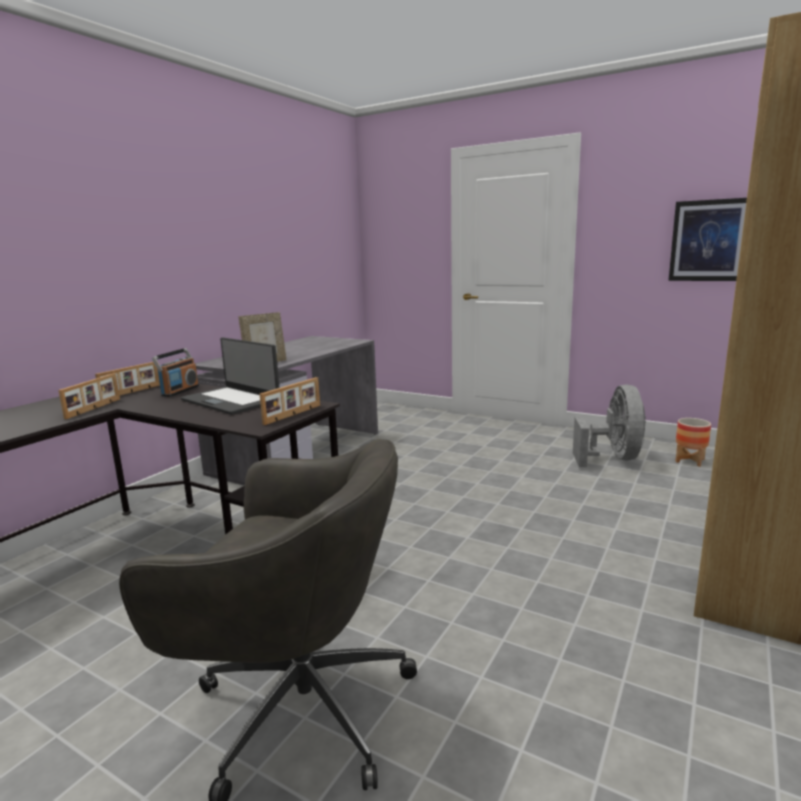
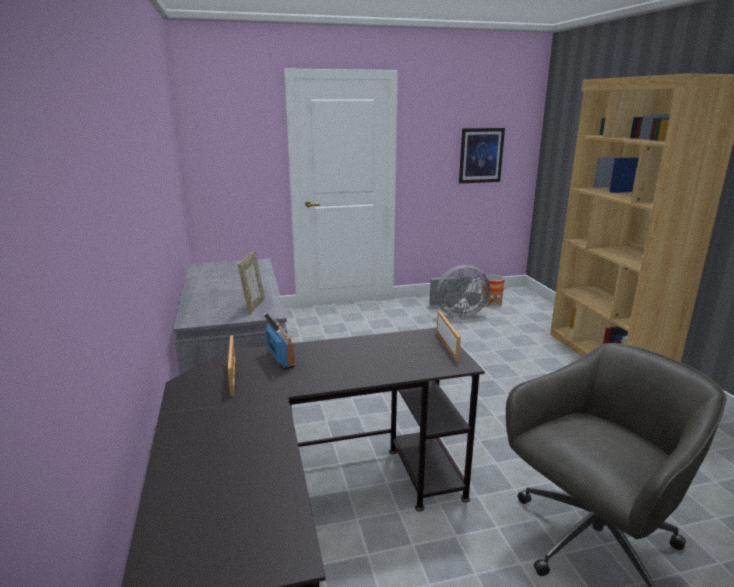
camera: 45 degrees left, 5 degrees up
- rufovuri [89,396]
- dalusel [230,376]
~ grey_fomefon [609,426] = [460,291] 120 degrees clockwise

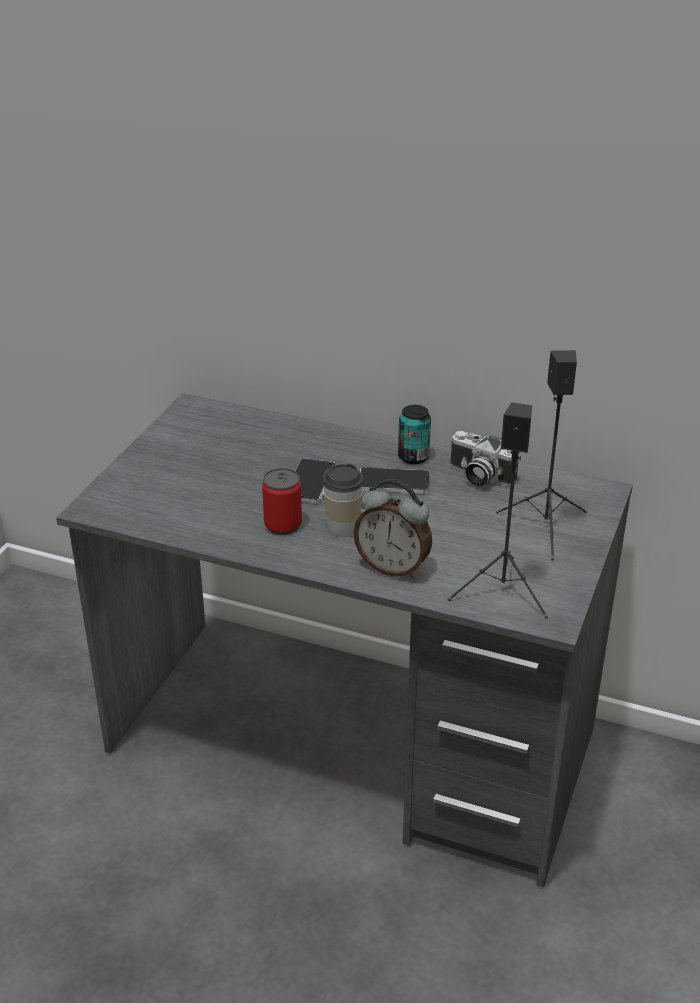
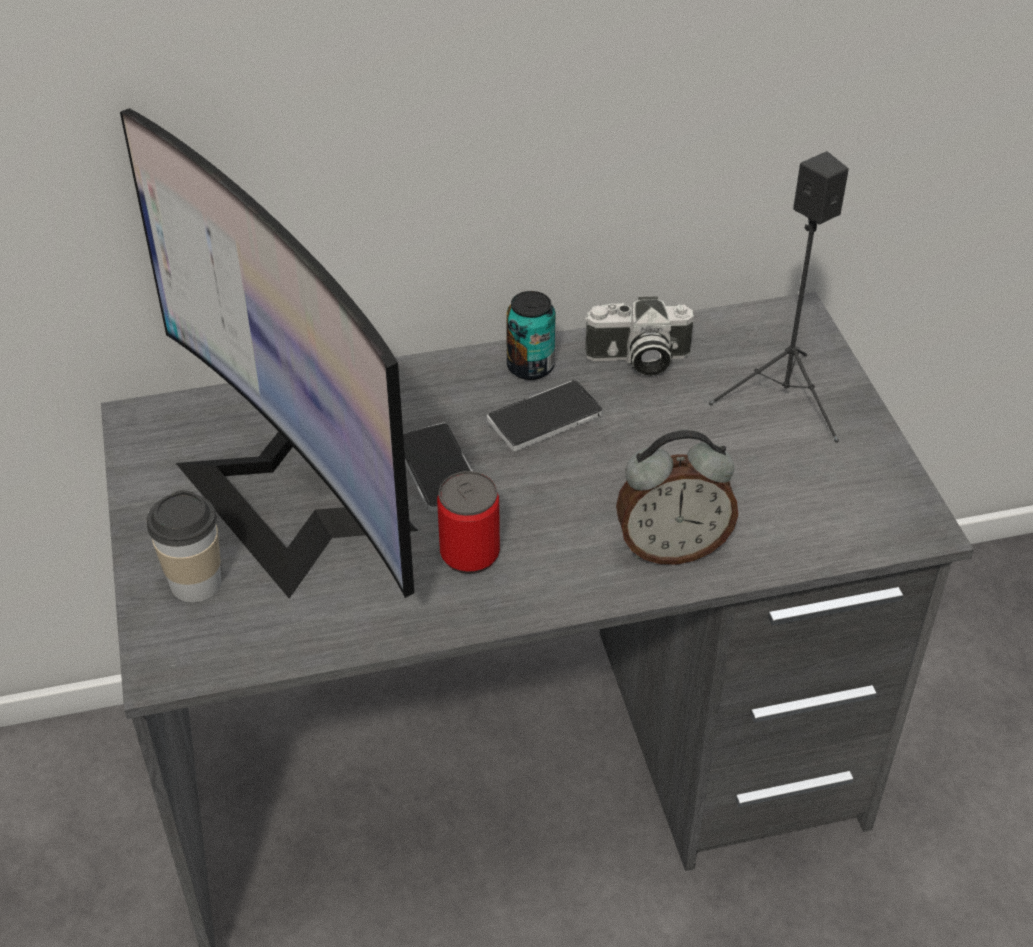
camera: 35 degrees left, 10 degrees up
~ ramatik [343,500] to [184,546]
- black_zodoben [498,510]
+ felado [269,353]

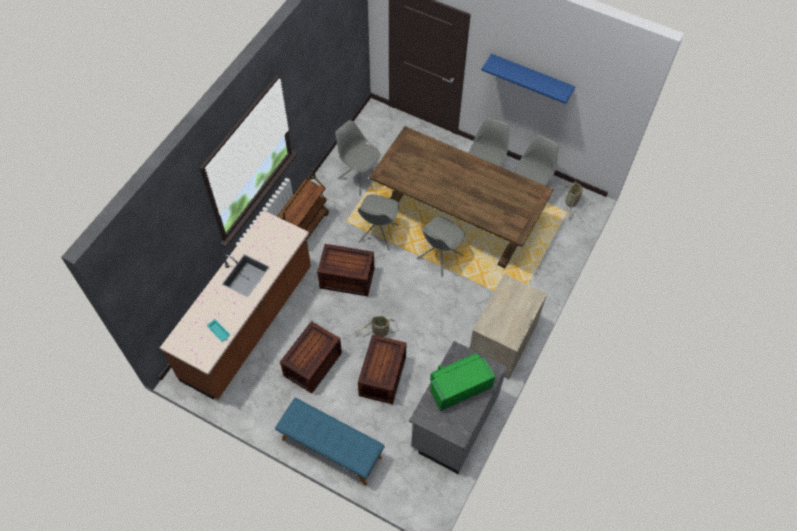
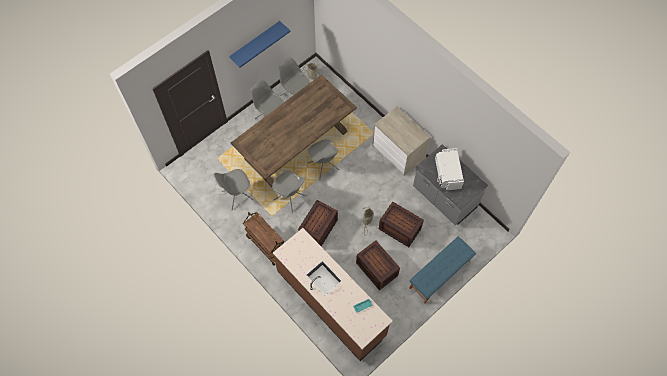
camera: 70 degrees left, 5 degrees up
~ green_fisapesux [462,382] to white_fisapesux [449,169]

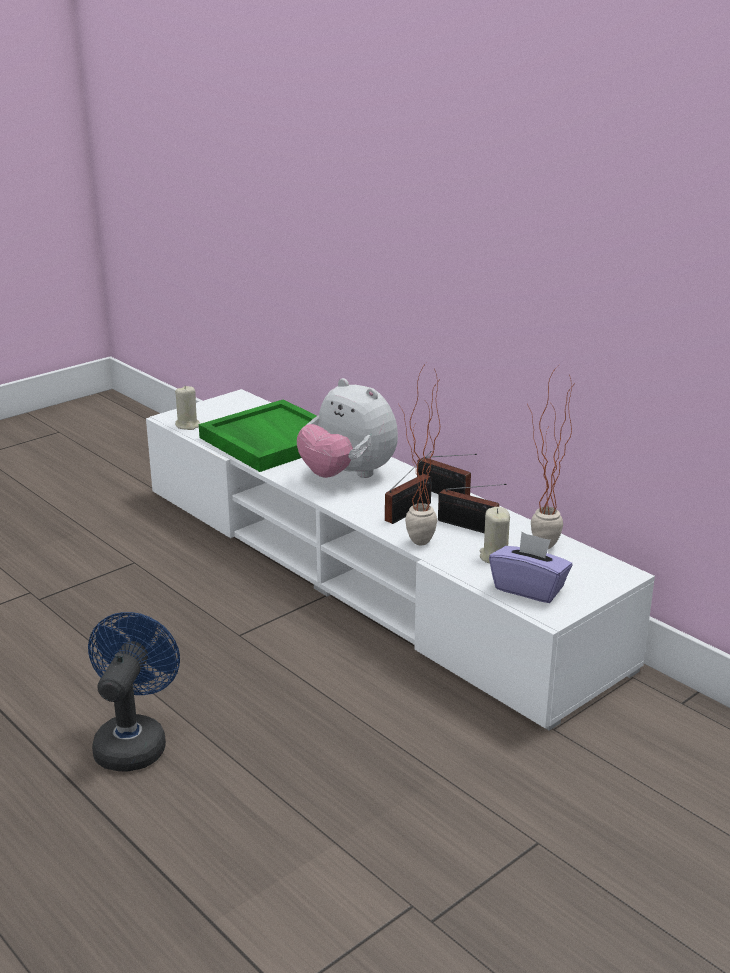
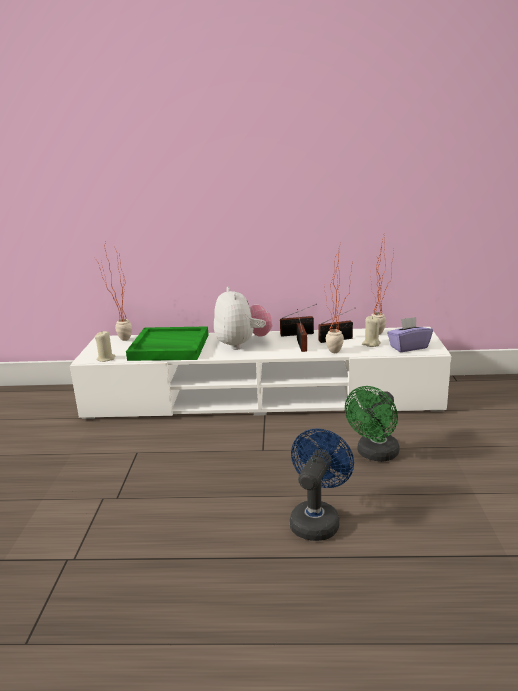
camera: 45 degrees left, 5 degrees down
~ blue_fomefon [134,691] = [322,484] 60 degrees clockwise
~ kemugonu [347,428] = [243,318] 105 degrees counterclockwise
+ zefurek [113,291]
+ green_fomefon [372,424]

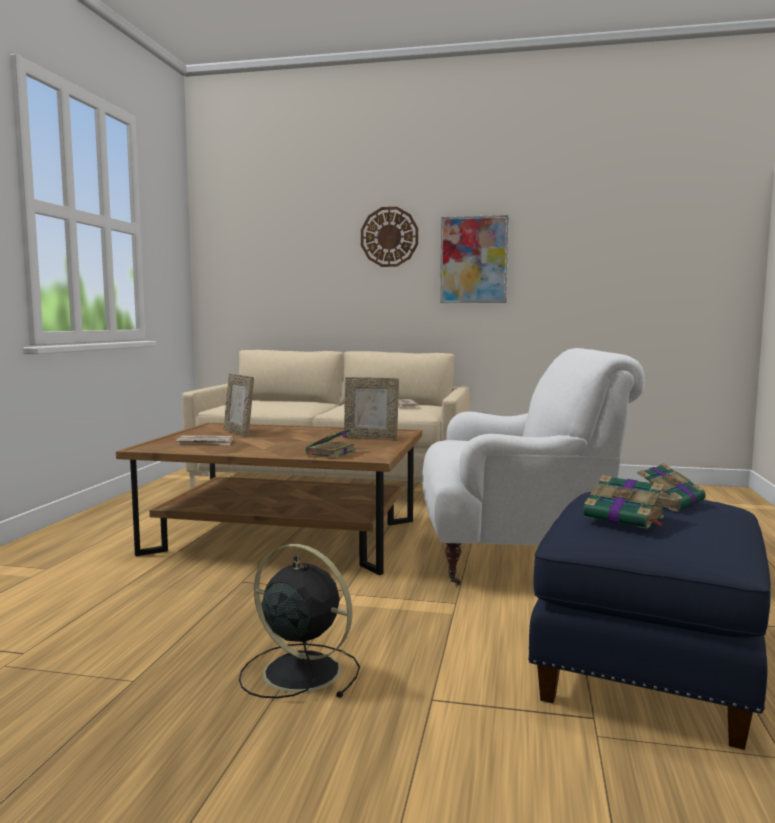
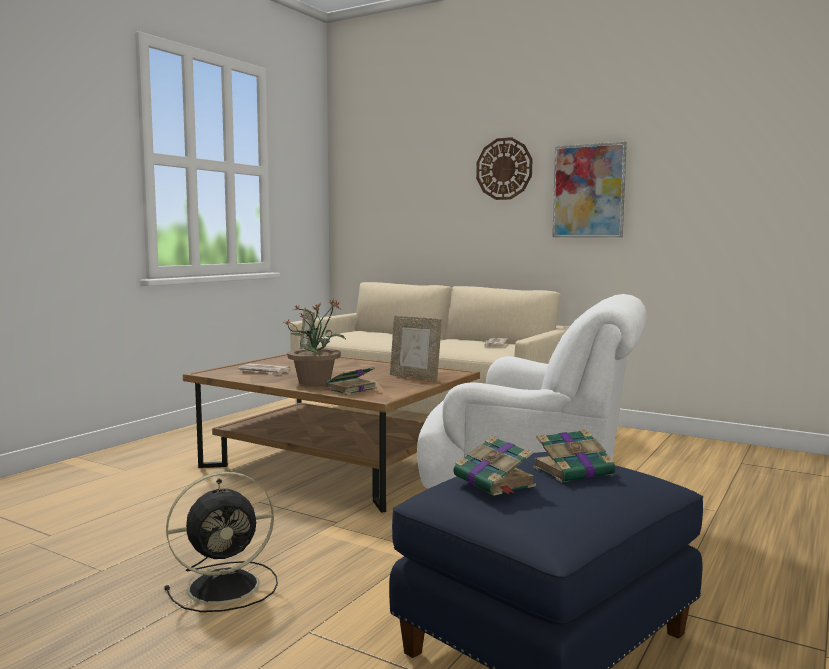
camera: 20 degrees right, 0 degrees up
~ black_fomefon [299,621] = [221,542] 105 degrees clockwise
+ zefurek [315,342]

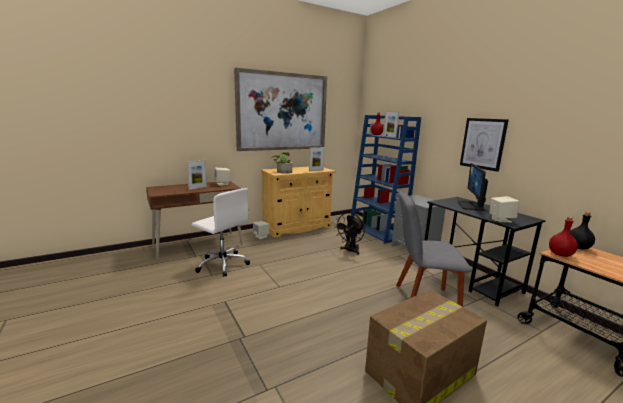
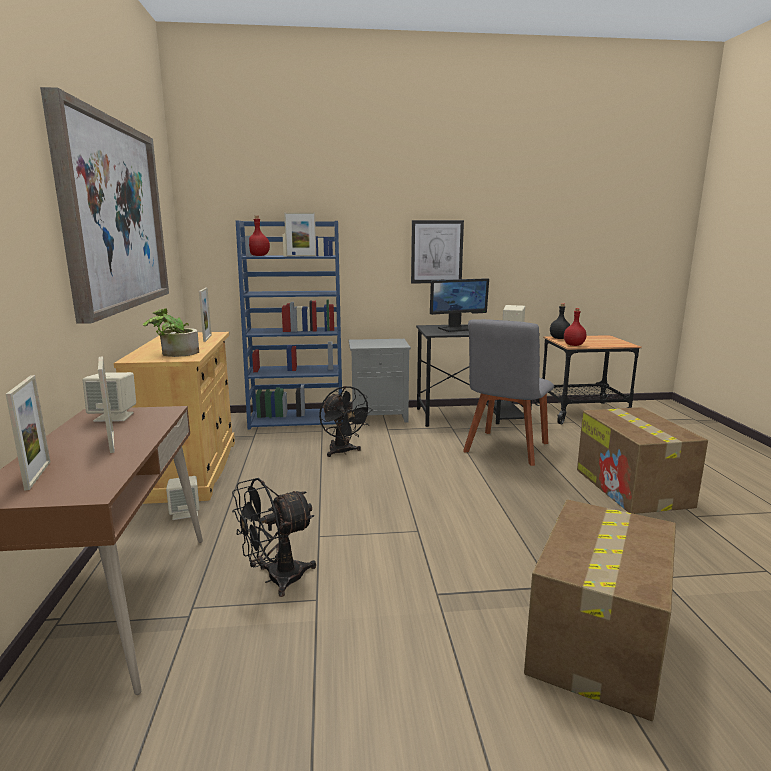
camera: 65 degrees left, 0 degrees up
~ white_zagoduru [220,232] to black_fomefon [274,537]
~ felado [473,187] = [459,305] 60 degrees counterclockwise
+ rufovuri [28,433]
+ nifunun [600,610]

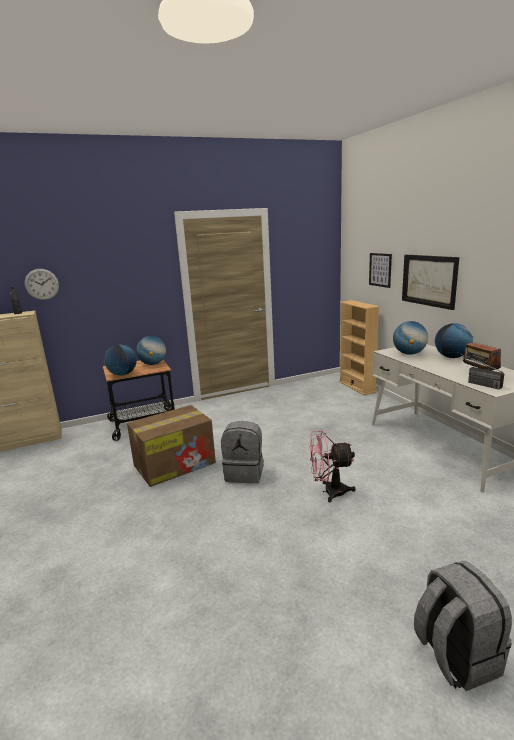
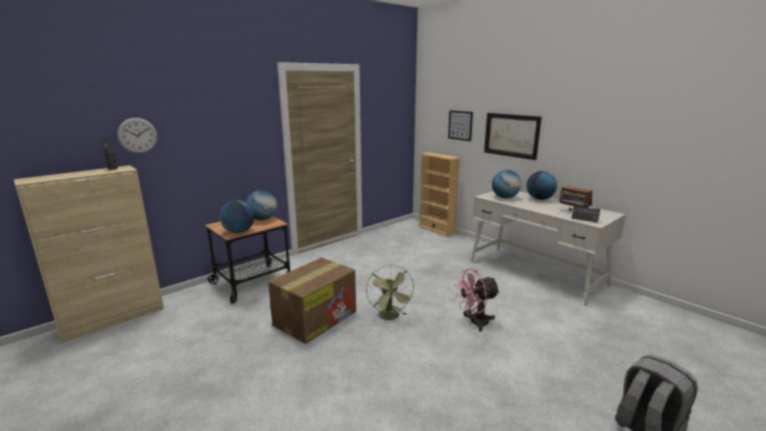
camera: 20 degrees left, 0 degrees up
~ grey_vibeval [242,452] to green_fomefon [390,293]

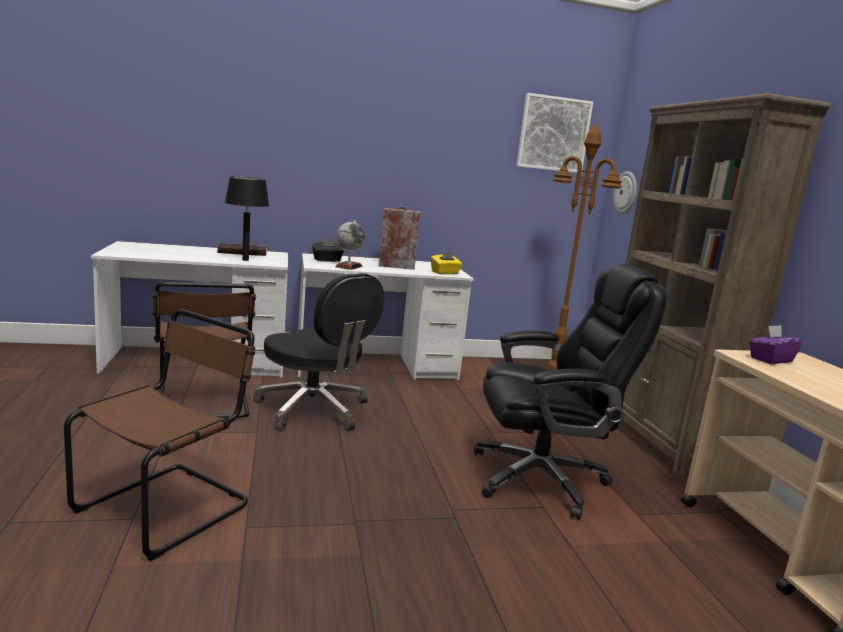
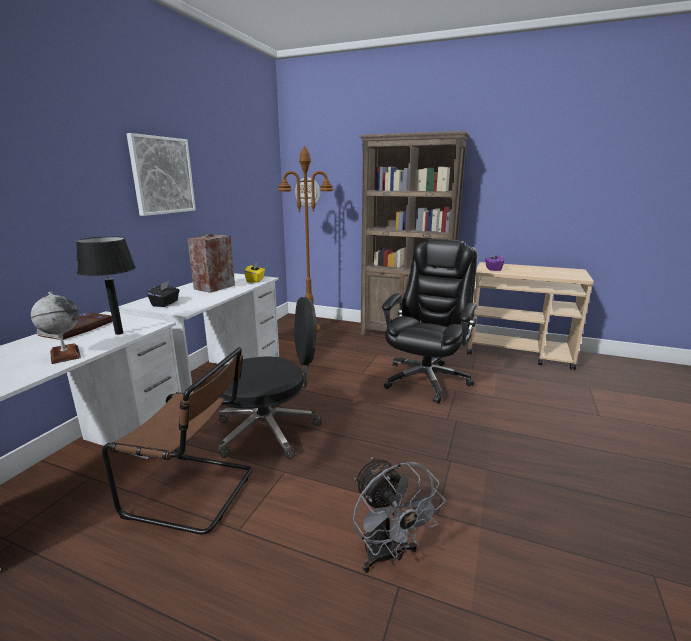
camera: 55 degrees left, 5 degrees up
~ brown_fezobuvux [160,435] to grey_fomefon [399,515]
~ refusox [350,245] to [56,328]
~ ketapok [554,133] to [161,174]

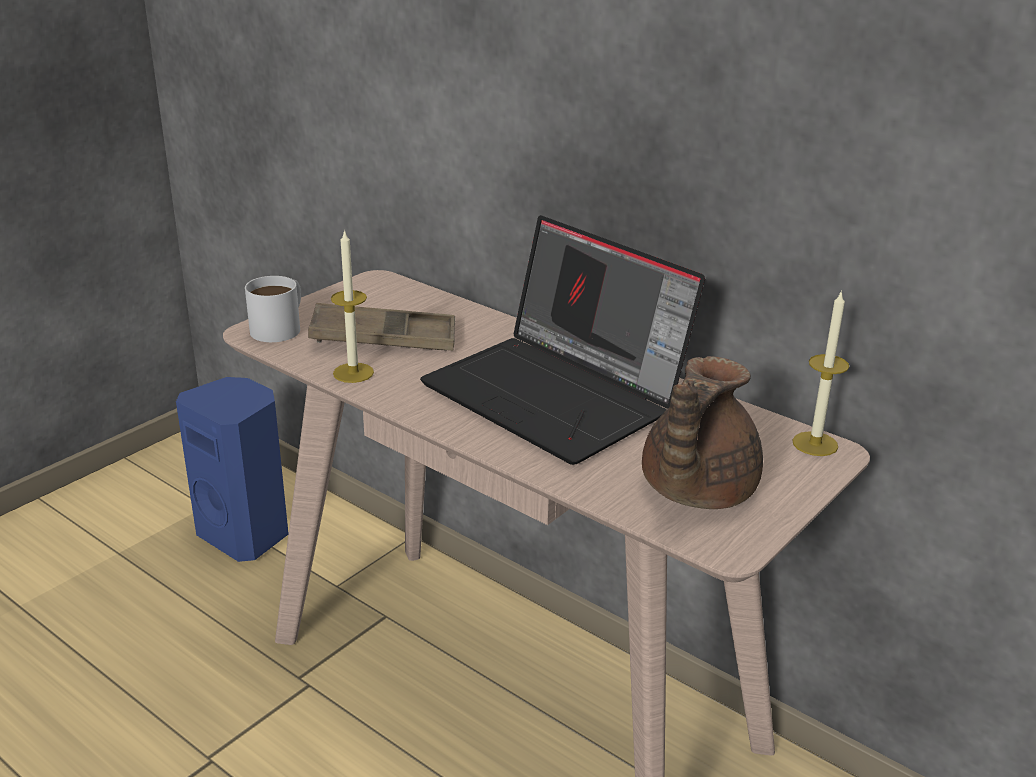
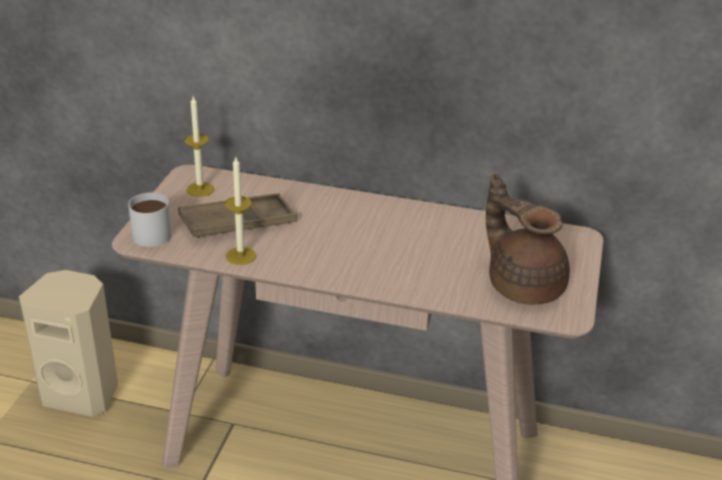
camera: 25 degrees left, 5 degrees up
~ blue_zodoben [232,469] to beige_zodoben [68,343]
- dalusel [562,340]
~ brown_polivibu [702,432] = [528,239] 135 degrees clockwise
~ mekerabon [821,373] to [199,146]

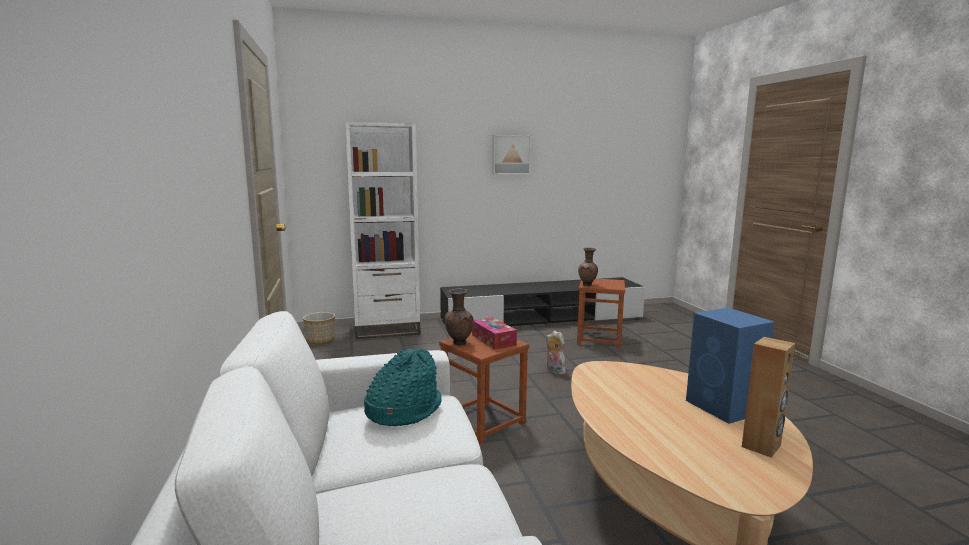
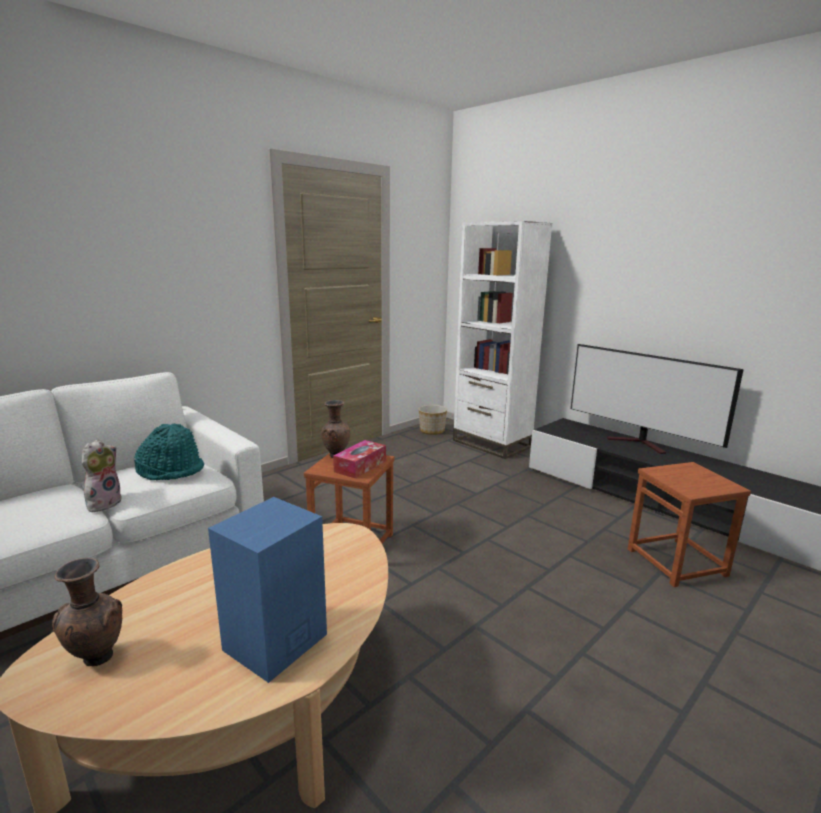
camera: 60 degrees right, 5 degrees up
- ketapok [511,155]
~ kemugonu [556,352] to [102,476]
~ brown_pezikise [588,267] to [87,612]
- brown_zodoben [768,397]
+ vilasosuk [657,399]

